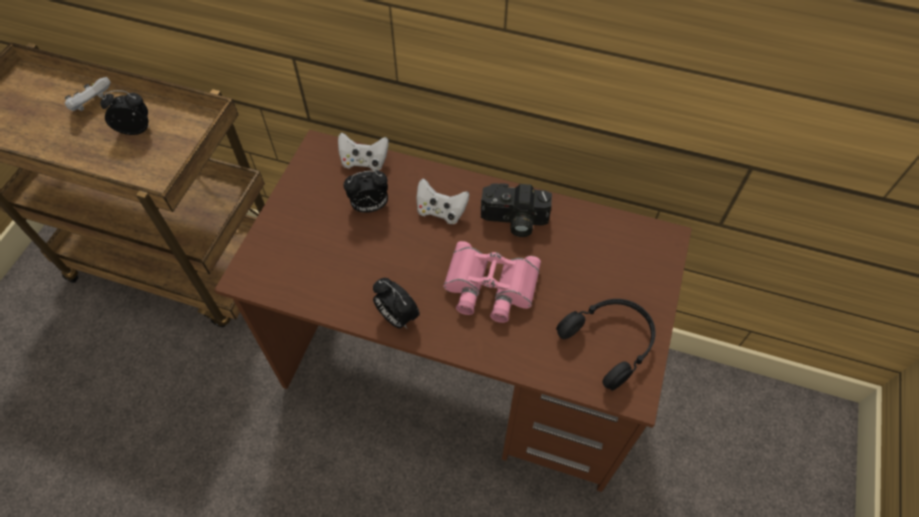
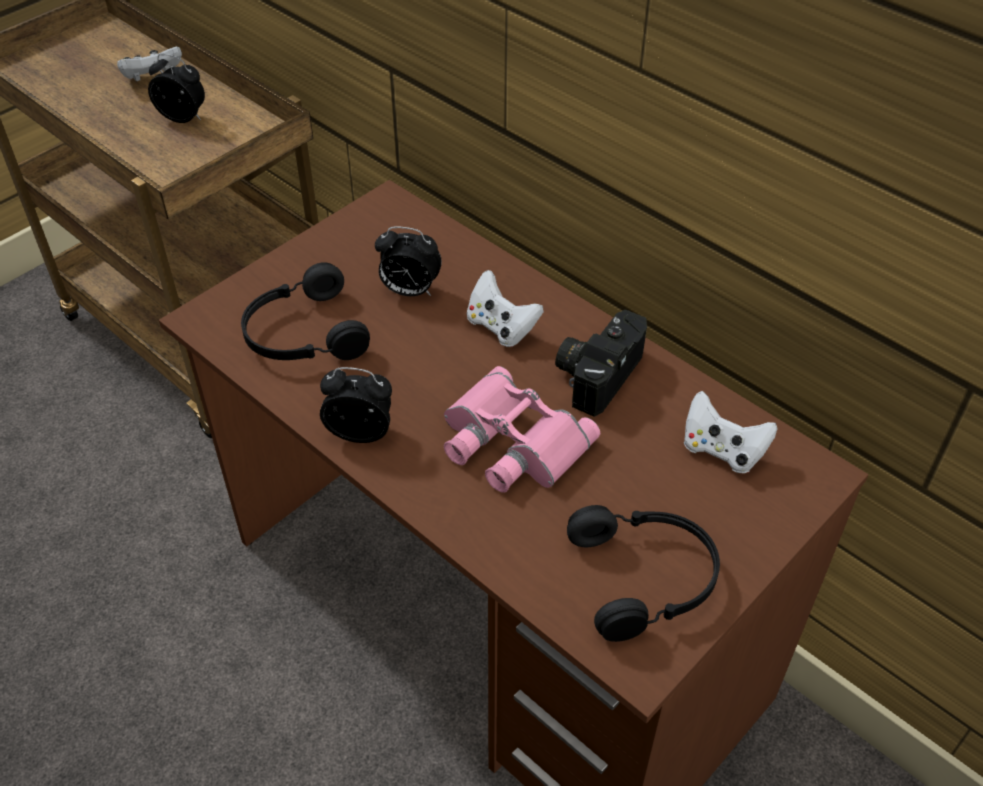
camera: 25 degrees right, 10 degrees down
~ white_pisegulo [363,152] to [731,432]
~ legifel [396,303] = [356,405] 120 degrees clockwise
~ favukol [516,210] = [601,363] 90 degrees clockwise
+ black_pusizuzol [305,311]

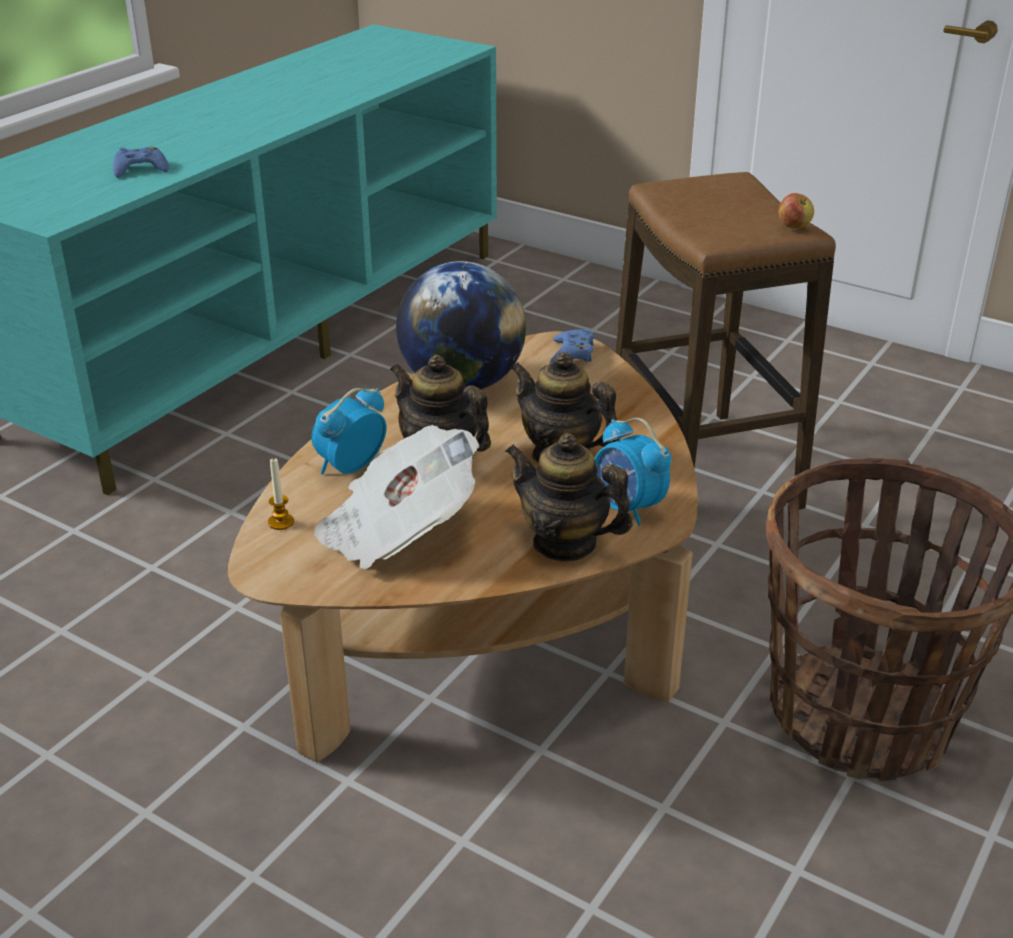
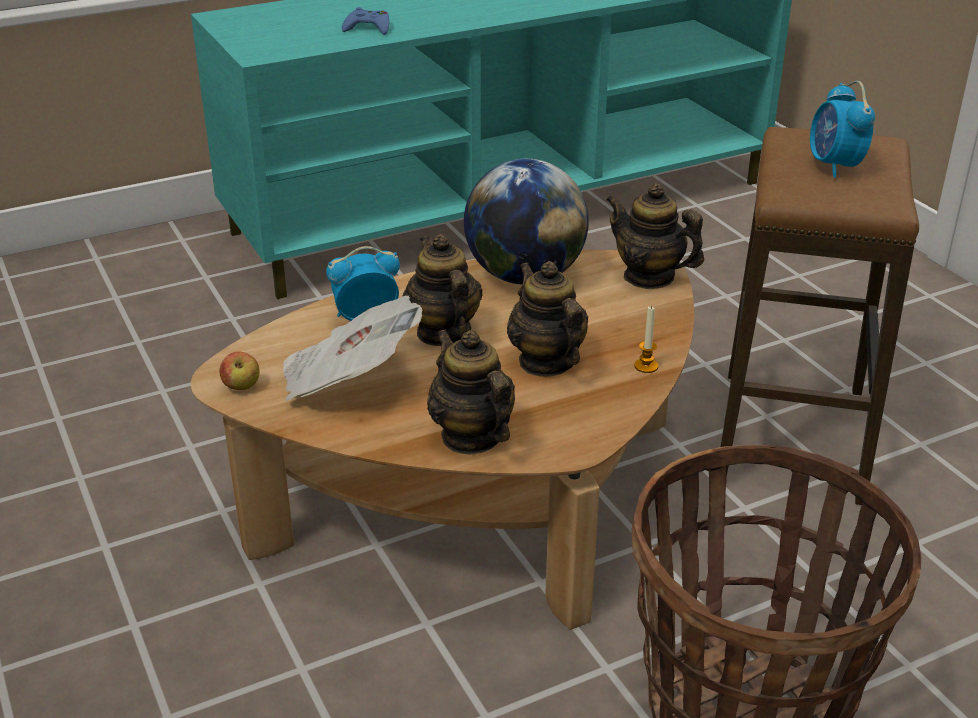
camera: 30 degrees right, 0 degrees up
~ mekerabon [281,493] to [646,339]
~ blue_pisegulo [572,345] to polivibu [655,236]
~ legifel [633,472] to [842,129]
~ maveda [796,211] to [240,370]

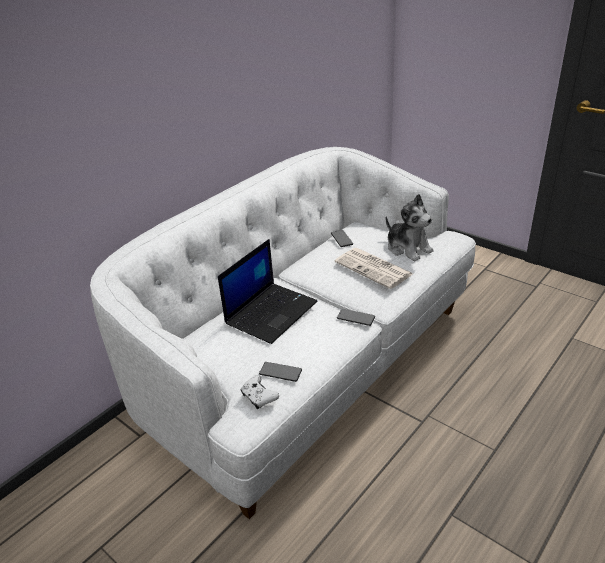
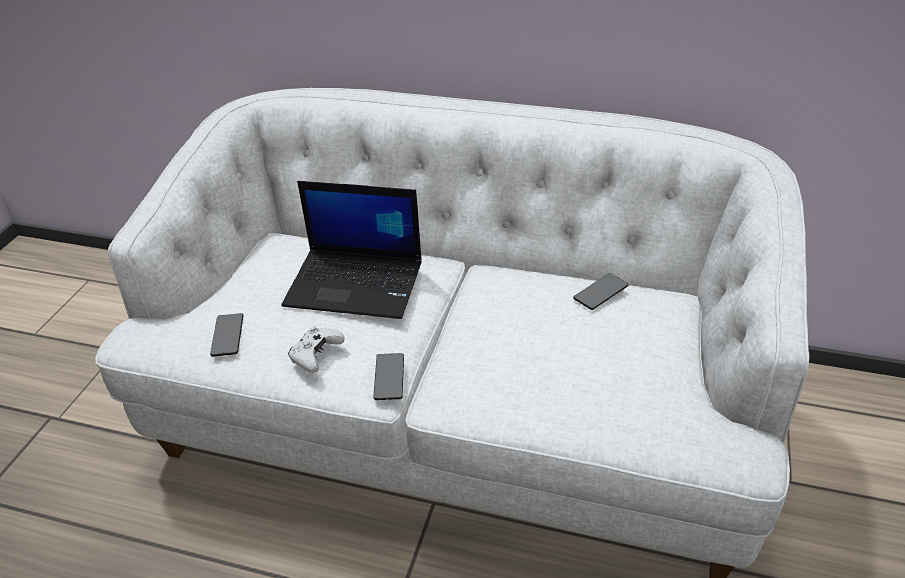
camera: 65 degrees right, 5 degrees up
~ white_pisegulo [260,392] to [316,349]
- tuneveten [374,268]
- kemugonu [410,227]

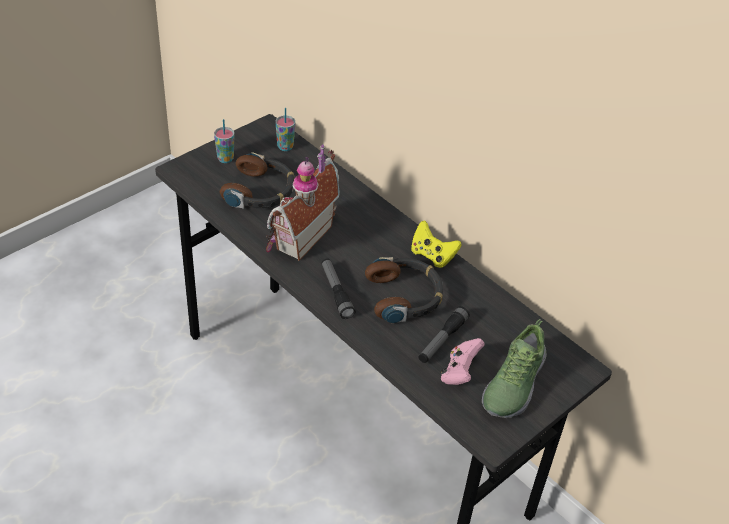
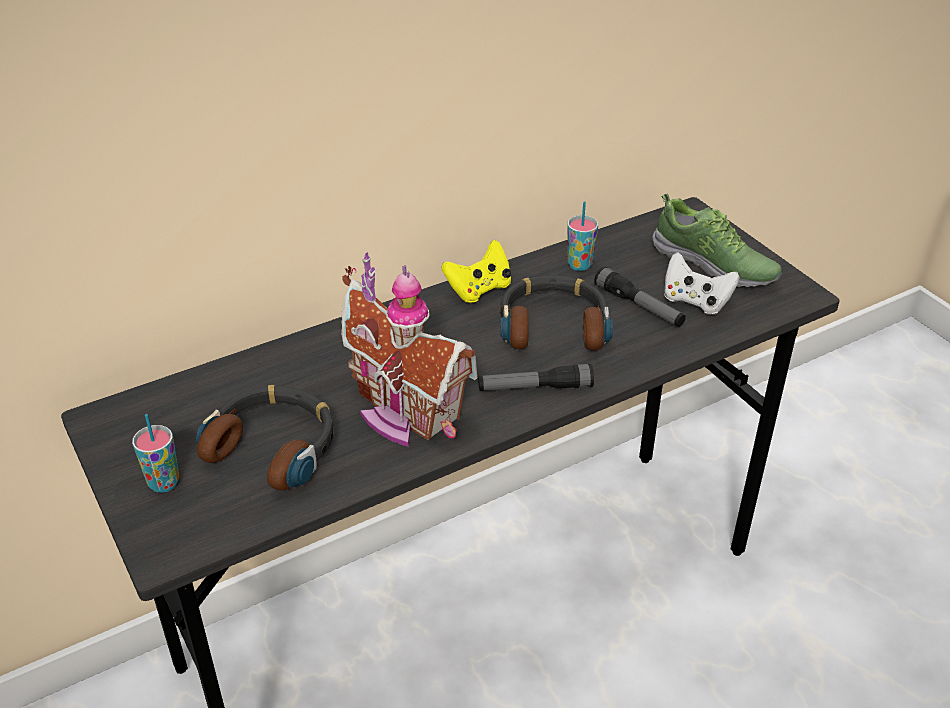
camera: 75 degrees left, 5 degrees down
~ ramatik [285,129] to [582,236]
~ pink_pisegulo [463,361] to white_pisegulo [702,283]

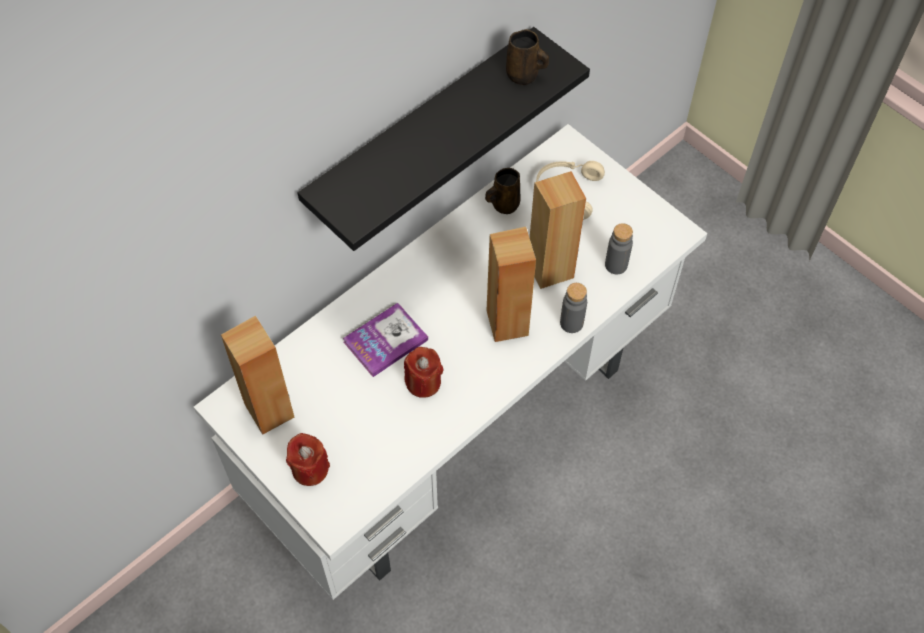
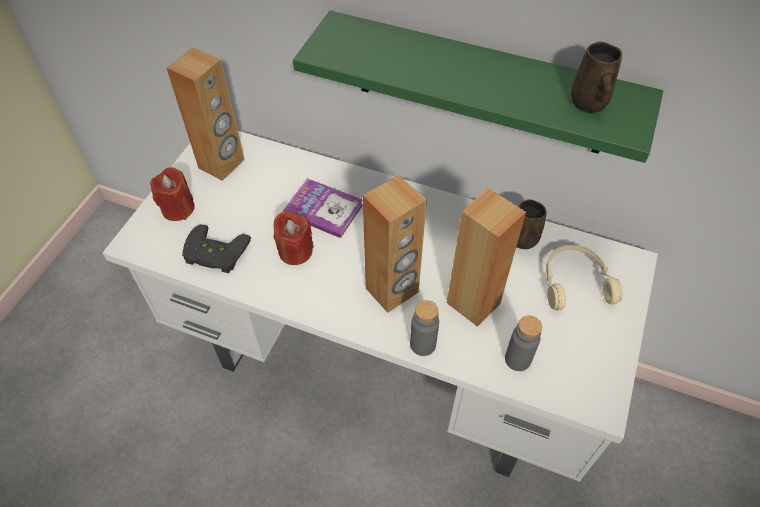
camera: 65 degrees right, 5 degrees down
~ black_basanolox [444,139] to green_basanolox [478,87]
+ black_pisegulo [216,249]

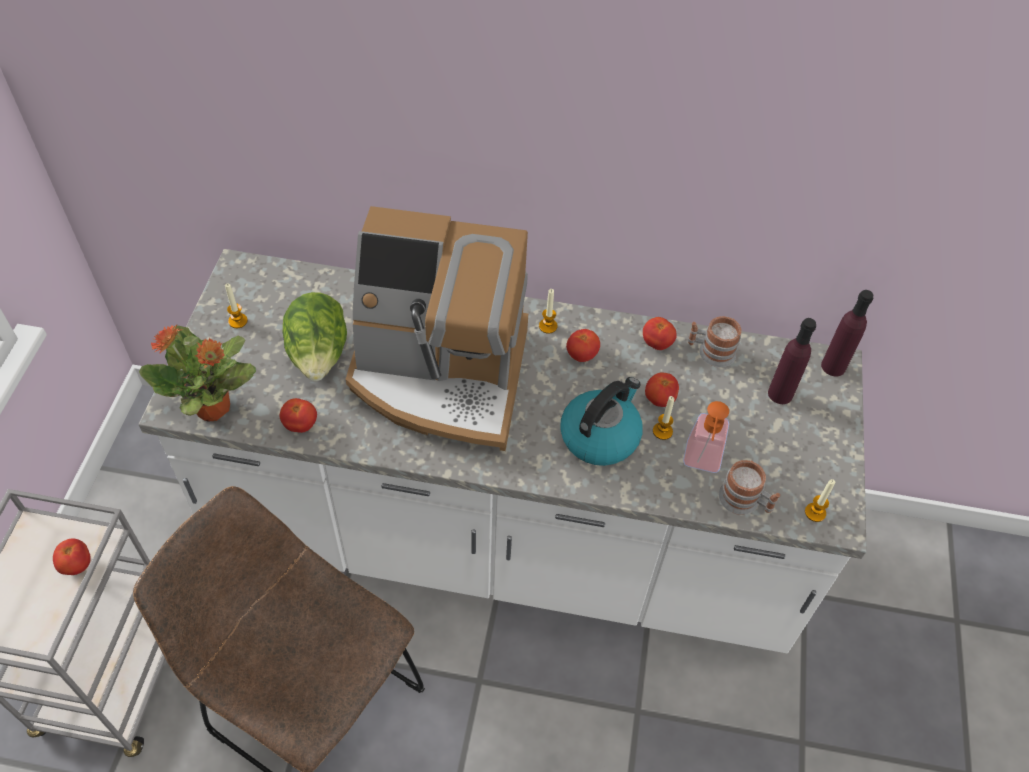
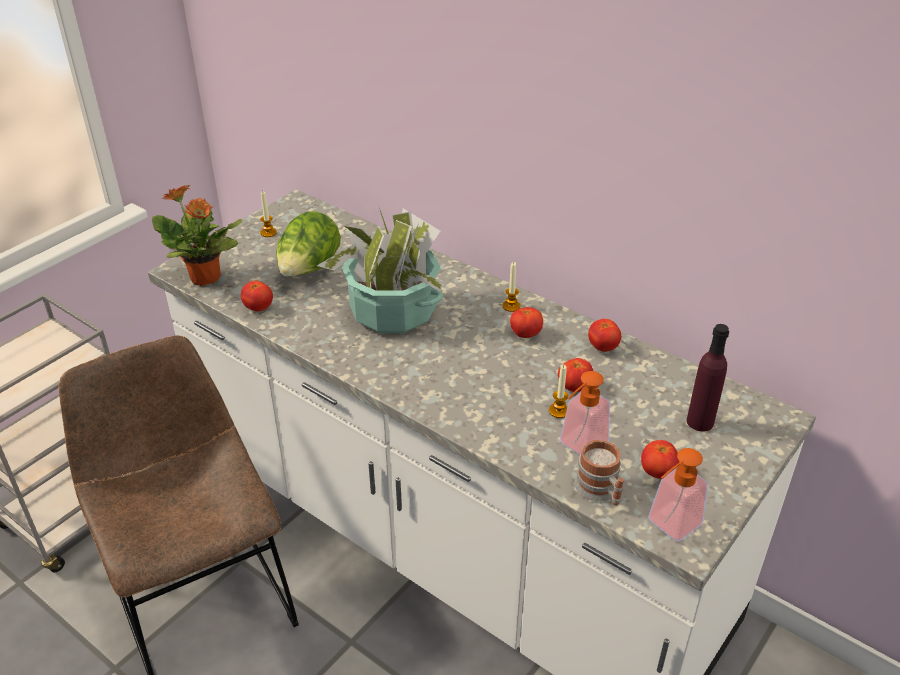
camera: 30 degrees right, 15 degrees down
~ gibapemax [72,557] to [660,459]
~ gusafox [437,328] to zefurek [380,268]
- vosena [601,421]
- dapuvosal [715,341]
~ mekerabon [820,500] to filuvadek [678,494]
- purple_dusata [847,333]

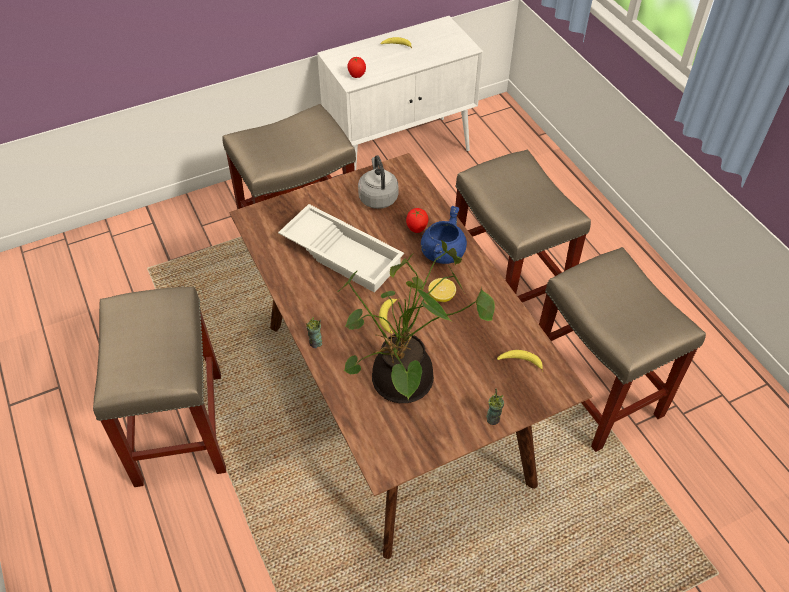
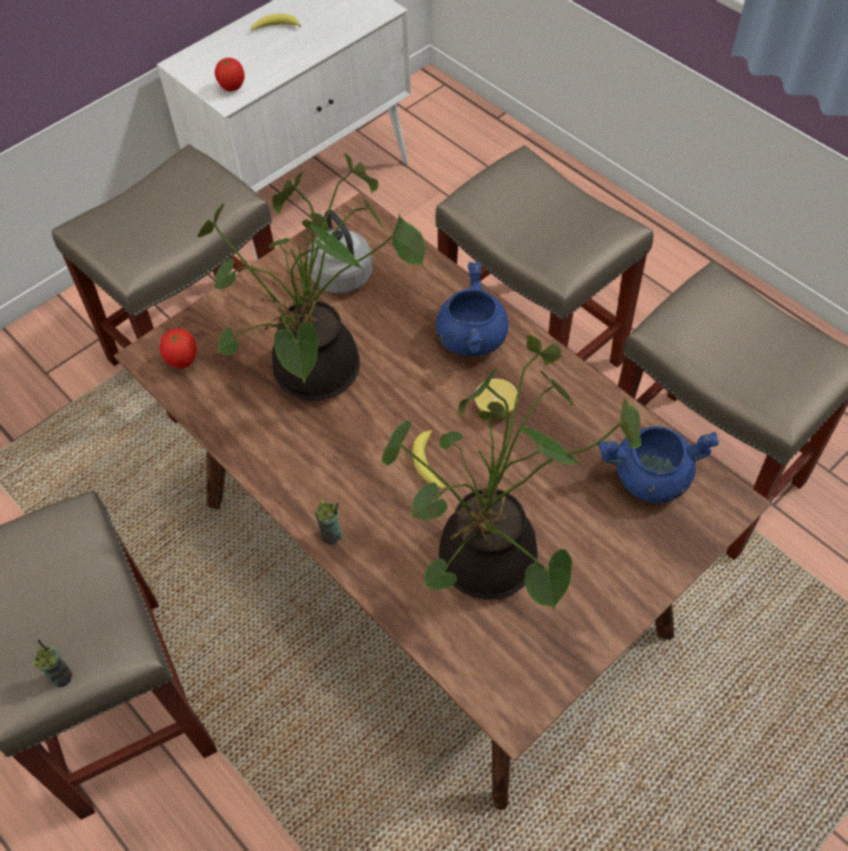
camera: 15 degrees left, 5 degrees up
~ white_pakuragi [341,248] to zefurek [311,277]
~ gibapemax [417,220] to [178,349]
~ ramatik [495,407] to [52,663]
~ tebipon [520,361] to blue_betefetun [658,464]

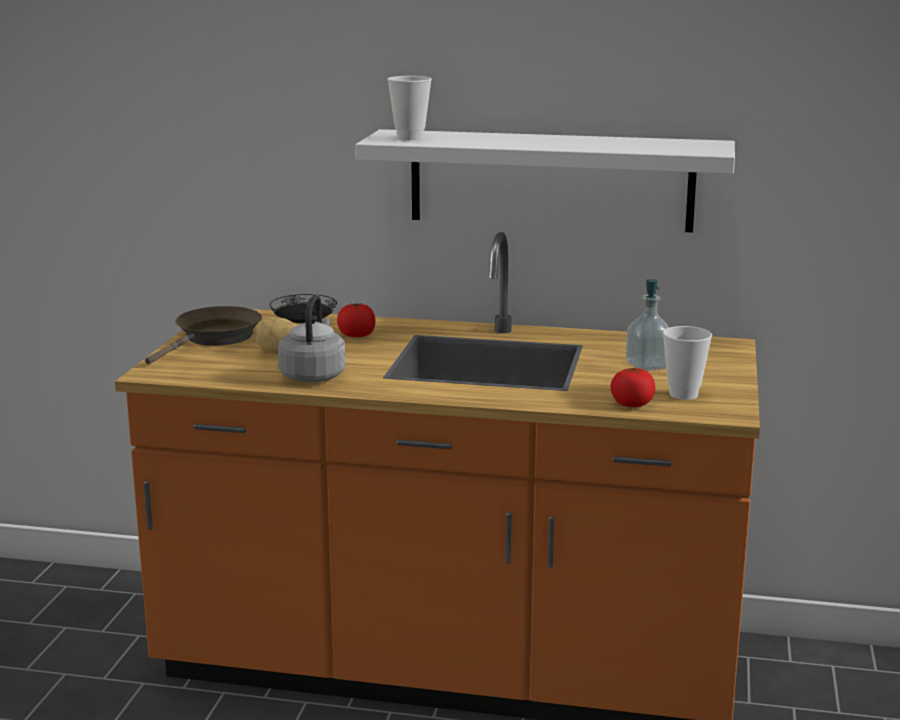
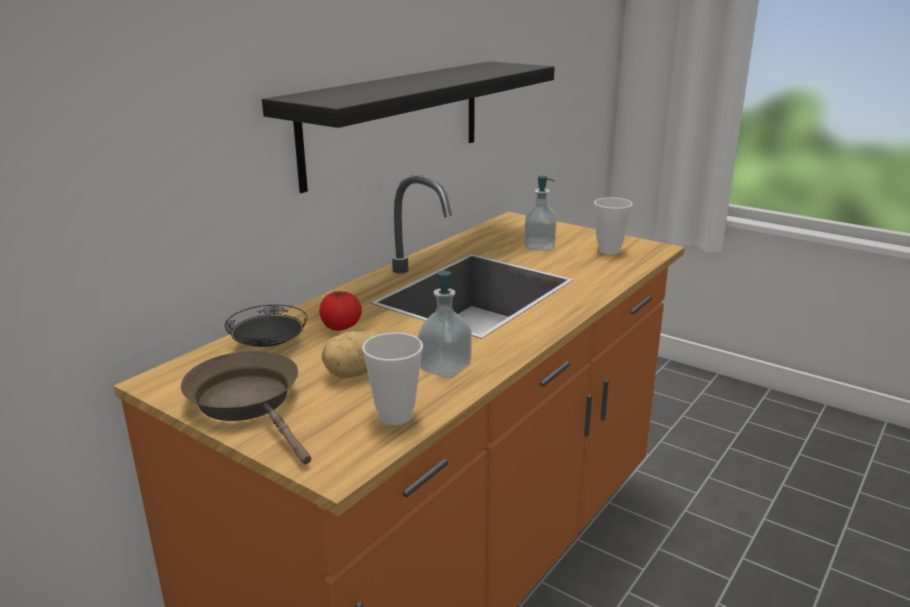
camera: 65 degrees left, 5 degrees up
~ grey_vosena [312,338] to filuvadek [444,324]
~ white_basanolox [545,181] to black_basanolox [408,127]
~ ramatik [409,108] to [392,378]
- gibapemax [633,387]

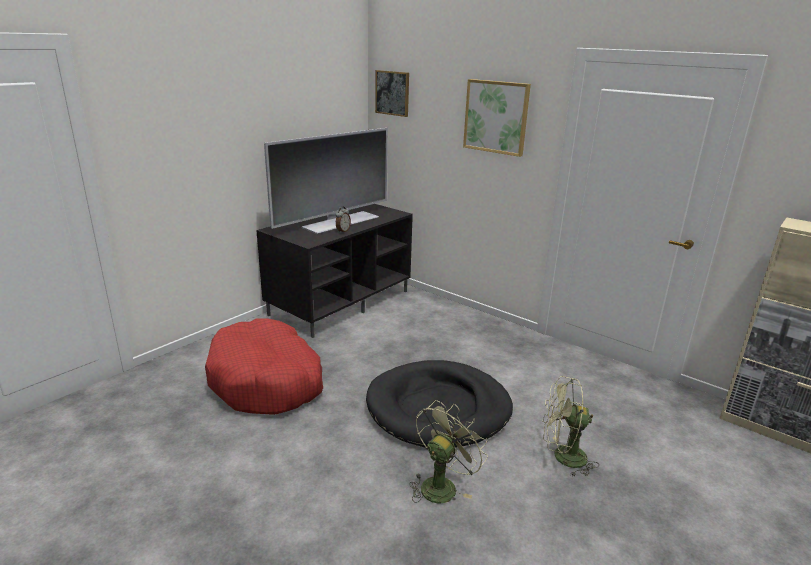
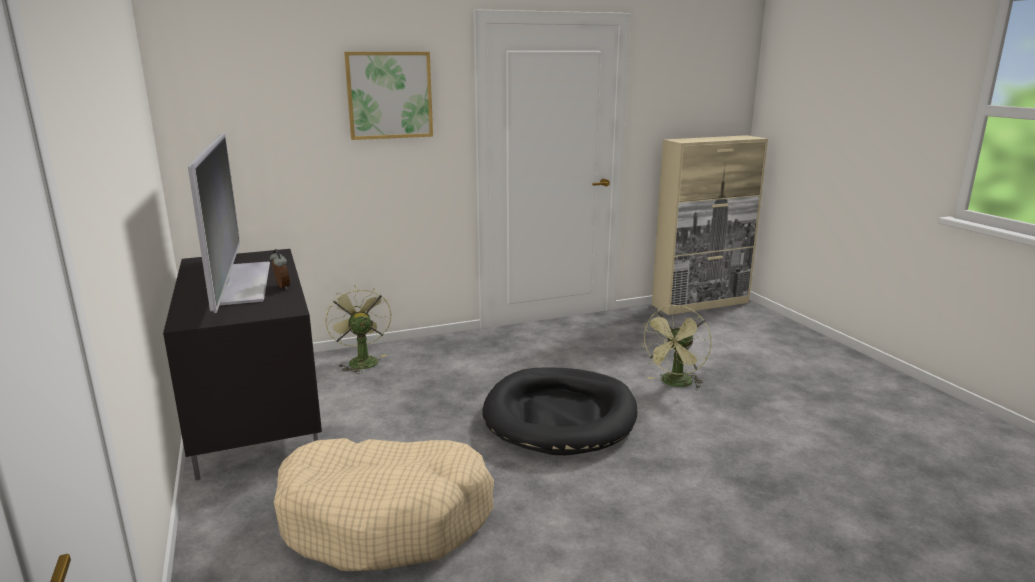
camera: 60 degrees left, 5 degrees down
~ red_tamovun [264,366] to beige_tamovun [384,504]
- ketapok [392,93]
~ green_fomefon [448,451] to [358,330]

